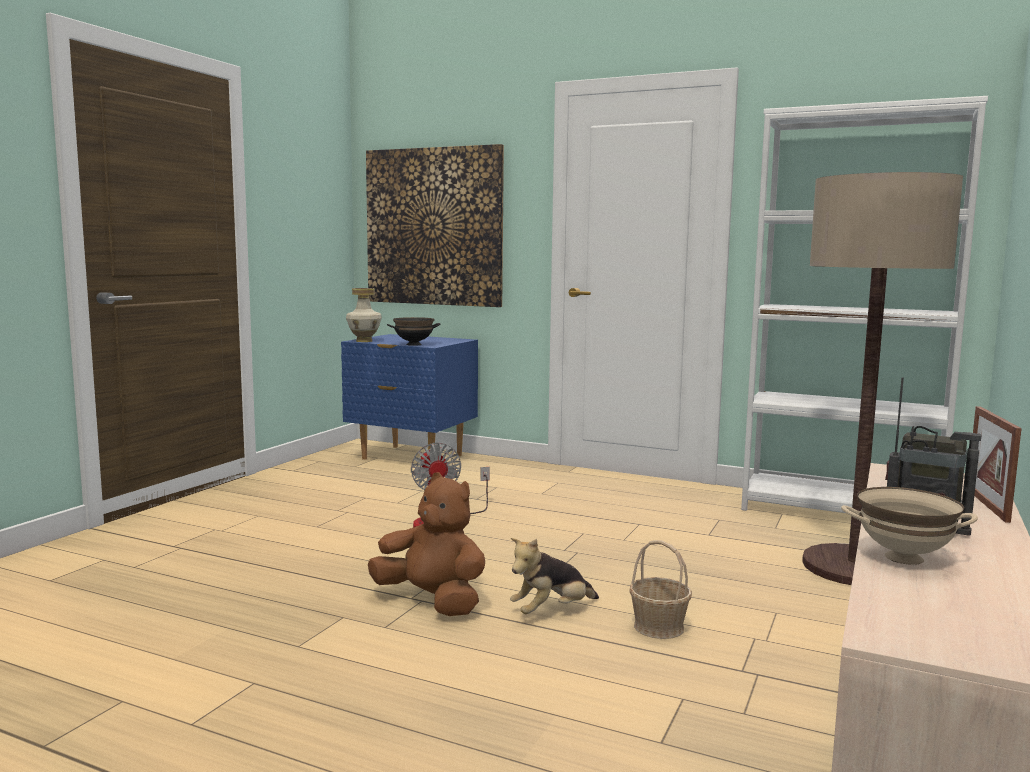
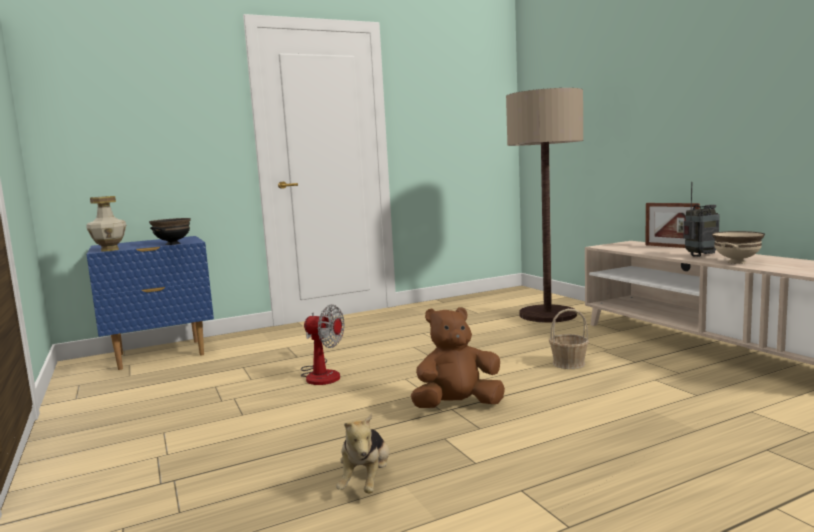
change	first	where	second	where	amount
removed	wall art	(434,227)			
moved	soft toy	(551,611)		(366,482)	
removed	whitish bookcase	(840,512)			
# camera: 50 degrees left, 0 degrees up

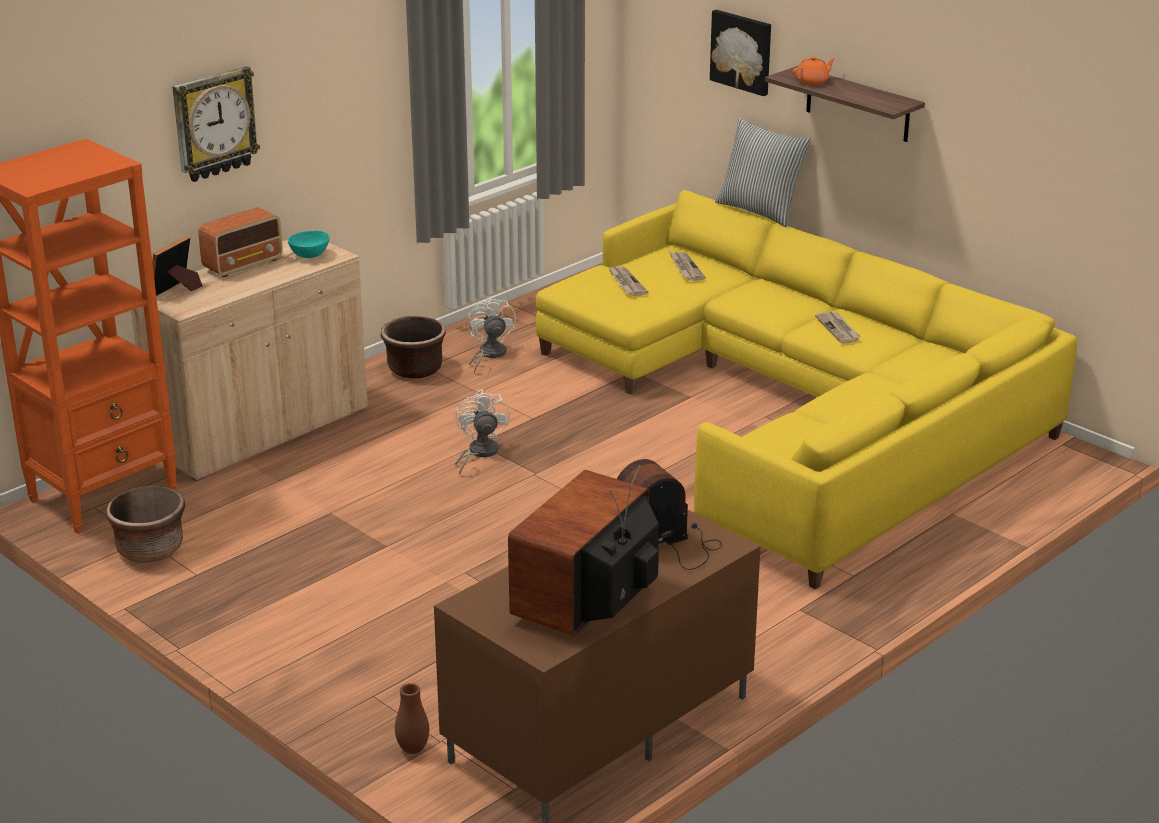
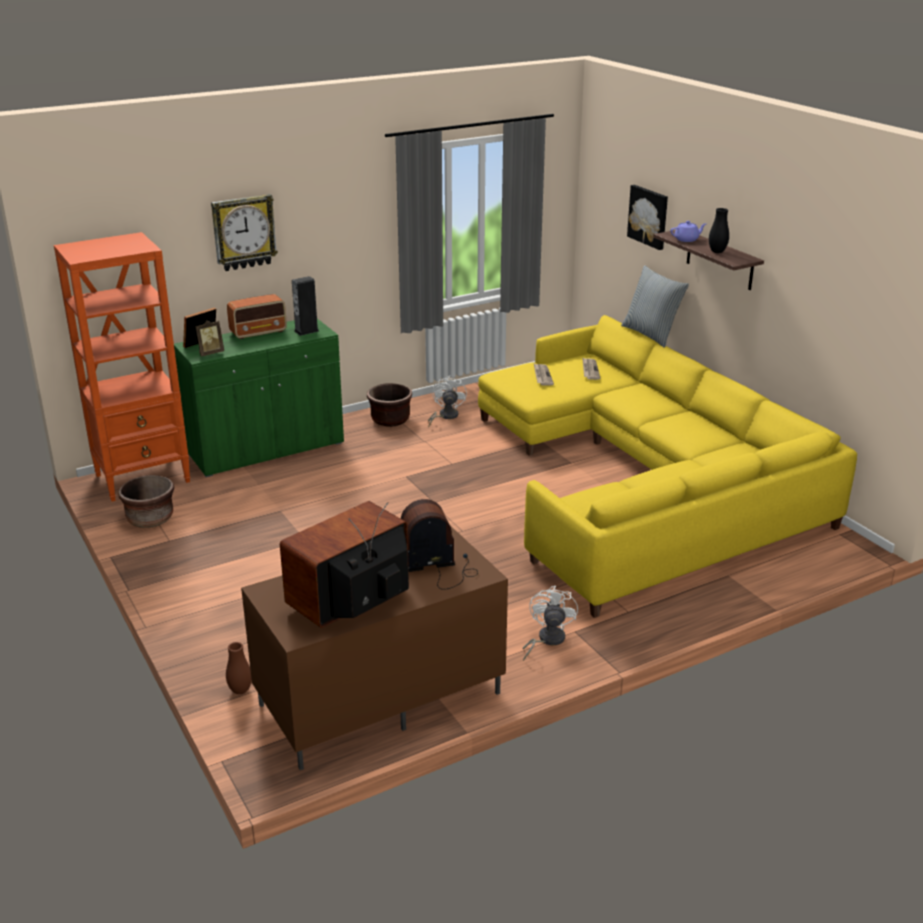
change	first	where	second	where	amount
recoloured	beige storage cabinet	(261,431)	green-coloured storage cabinet	(266,449)	
replaced	blue-green serving bowl	(310,255)	audio speaker	(306,331)	
moved	whitish fan	(479,453)		(546,640)	
recoloured	orange pot for tea	(813,81)	purple-coloured pot for tea	(687,239)	
removed	newspaper	(838,329)			
added			photo frame	(210,353)	
added			blackish vase	(717,252)	
# camera: 15 degrees right, 0 degrees up

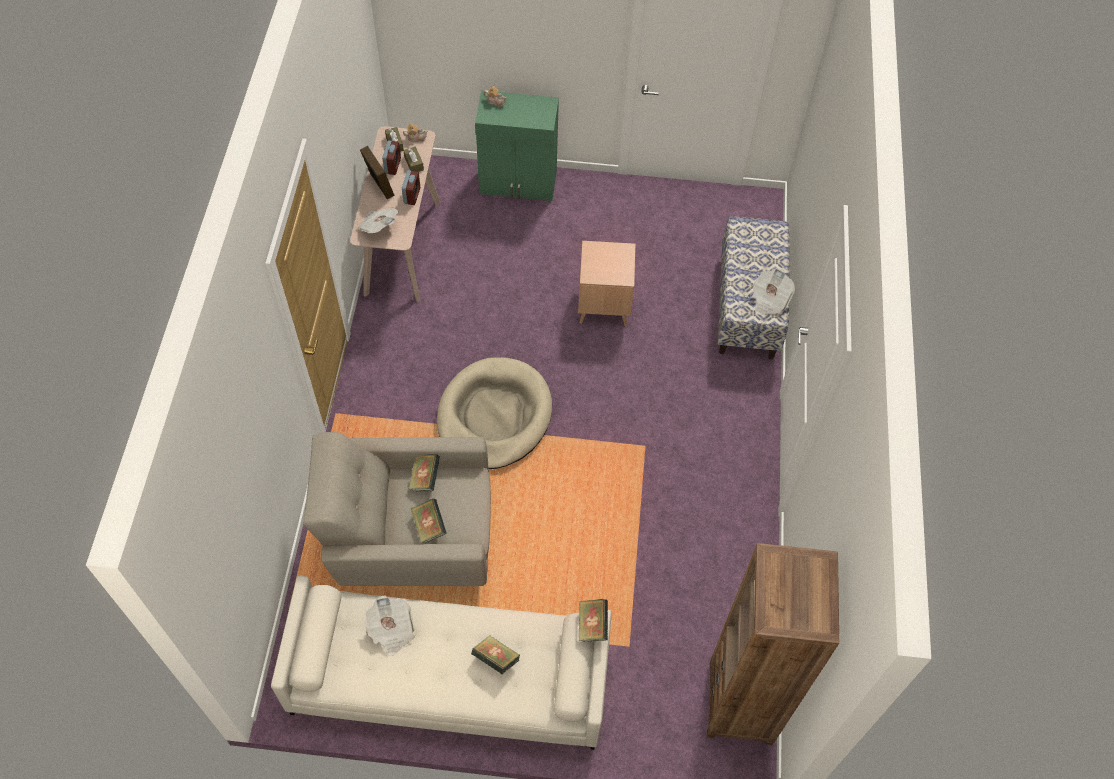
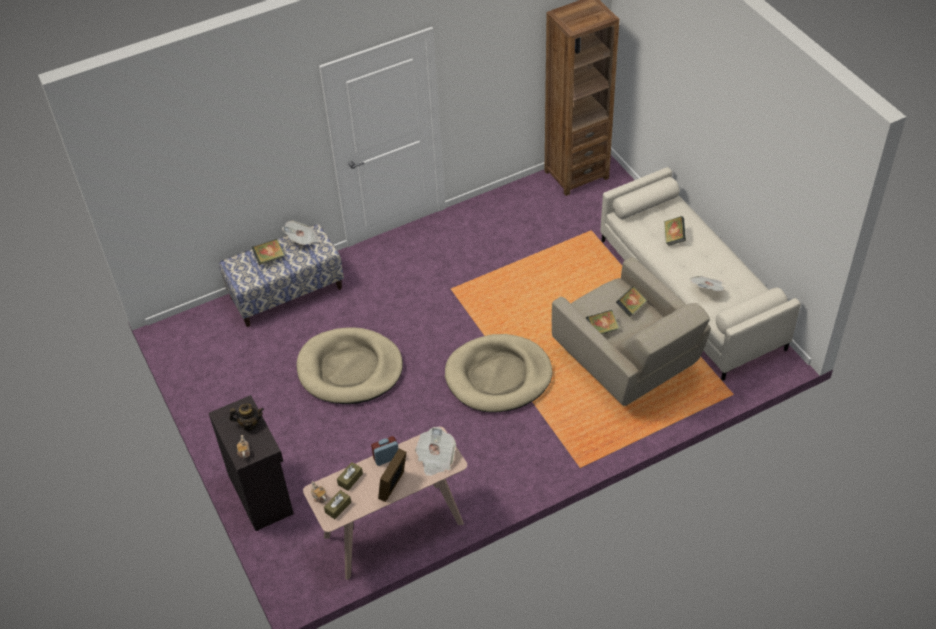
change	first	where	second	where	amount
removed	bedside clock	(392,166)			
recoloured	green-coloured storage cabinet	(518,183)	blackish storage cabinet	(261,493)	
replaced	brown-coloured side table	(604,306)	beige pet bed	(350,369)	
moved	volume	(592,625)		(269,258)	
added			pot for tea	(249,424)	
# camera: 120 degrees left, 10 degrees down

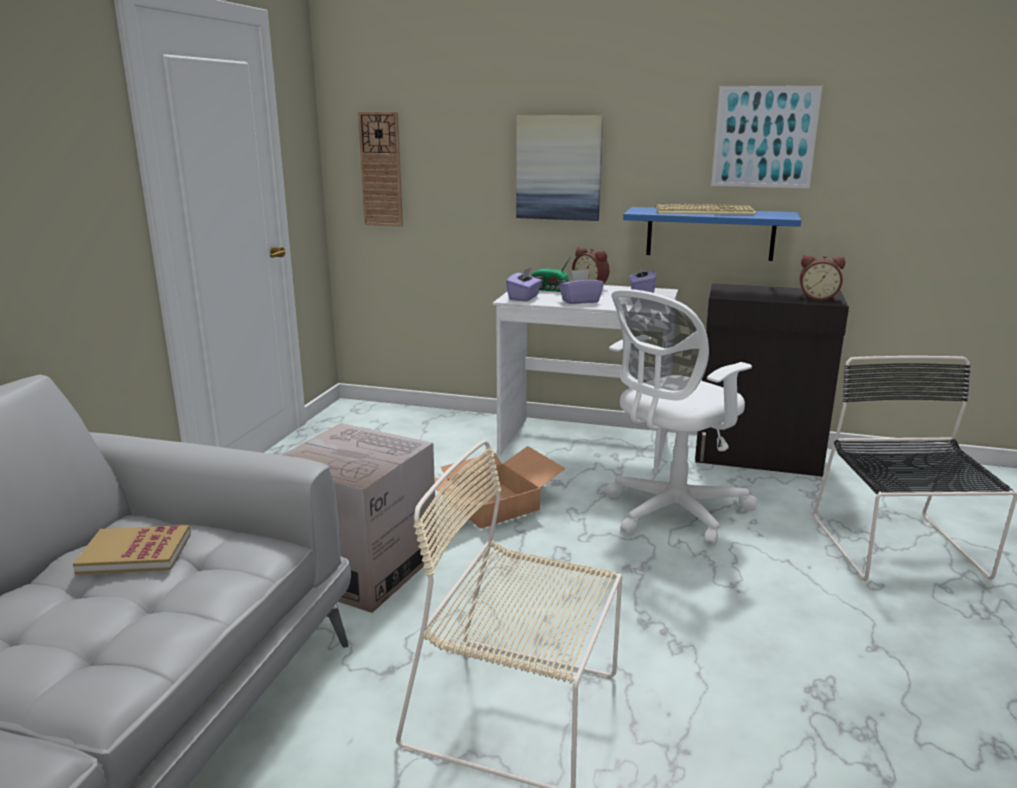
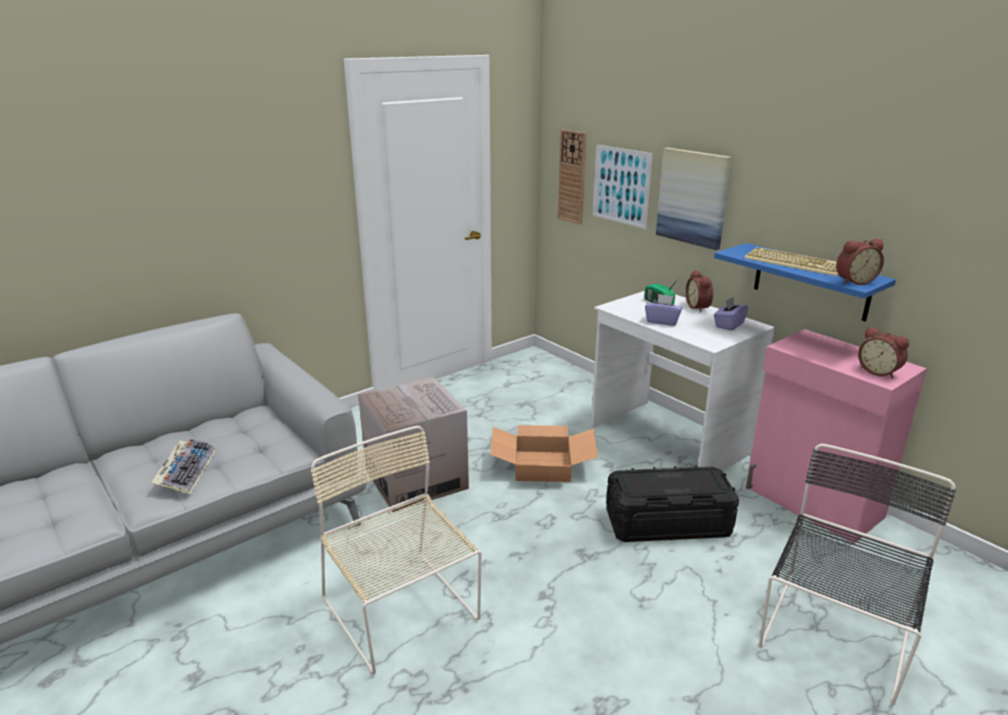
change	first	where	second	where	amount
removed	volume	(135,553)			
removed	purple-coloured box of tissues	(524,298)			
replaced	whitish desk chair	(671,513)	blackish storage container	(667,523)	
recoloured	blackish storage cabinet	(758,457)	pink-coloured storage cabinet	(812,503)	
moved	wall art	(764,137)		(621,186)	
added			PC keyboard	(186,471)	
added			bedside clock	(853,281)	
# camera: 35 degrees right, 5 degrees up

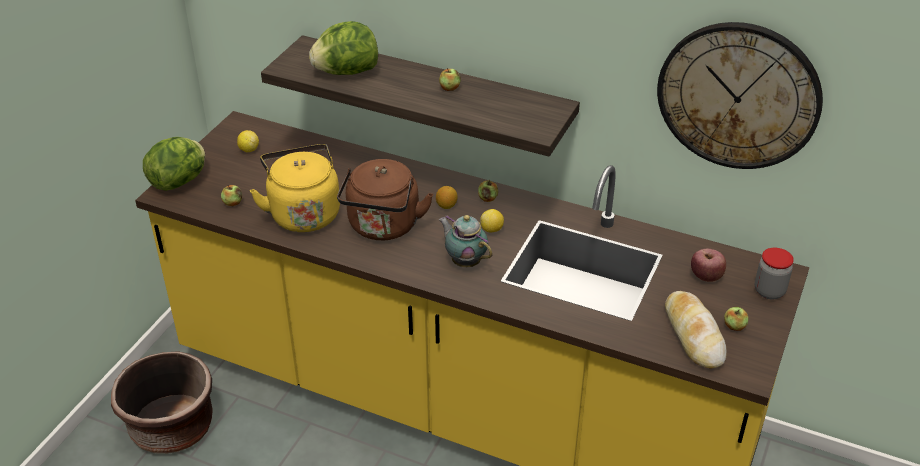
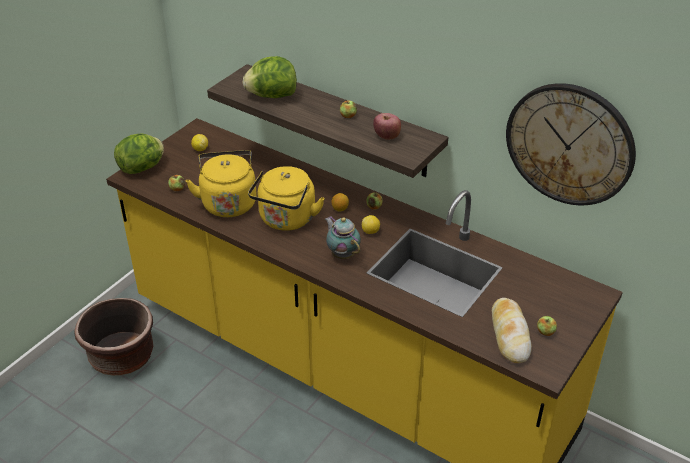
change	first	where	second	where	amount
recoloured	brown-coloured kettle	(383,227)	yellow-coloured kettle	(286,220)	
moved	apple fruit	(706,277)		(387,136)	
removed	jar	(769,291)			
# camera: 10 degrees right, 0 degrees up

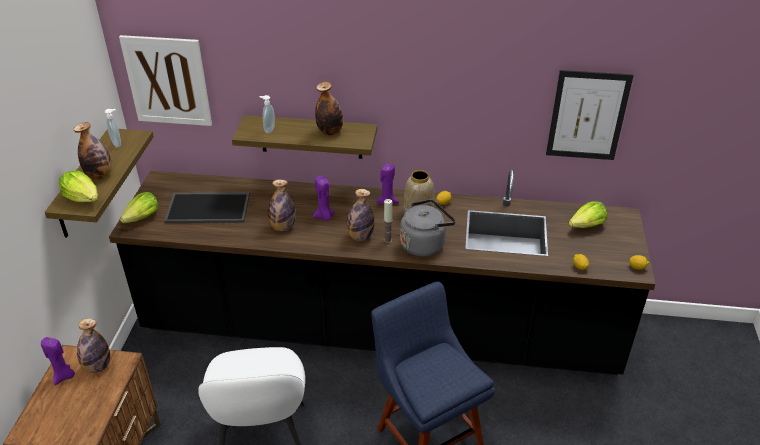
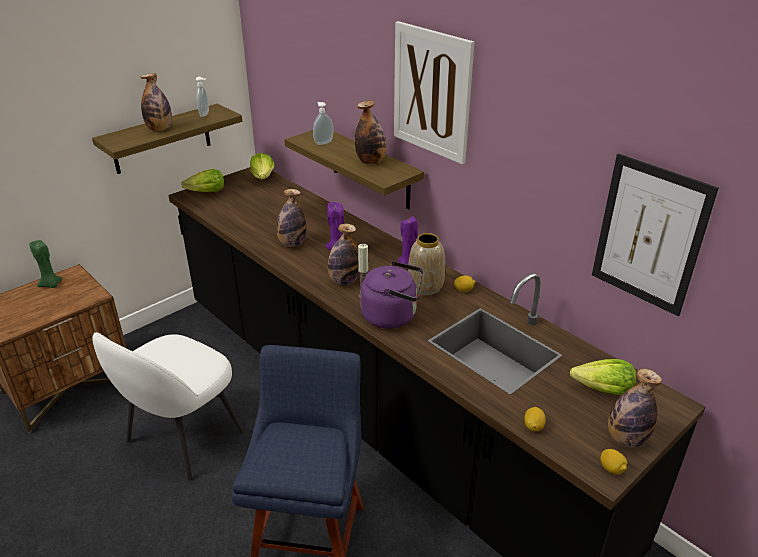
change	first	where	second	where	amount
recoloured	purple-coloured wax candle	(64,376)	green-coloured wax candle	(51,285)	
moved	lettuce	(83,198)		(263,177)	
moved	drink bottle	(97,366)		(625,439)	
moved	wall art	(167,81)		(432,92)	
removed	serving tray	(209,207)			
recoloured	greyish kettle	(424,244)	purple-coloured kettle	(392,316)	
# camera: 40 degrees right, 5 degrees down

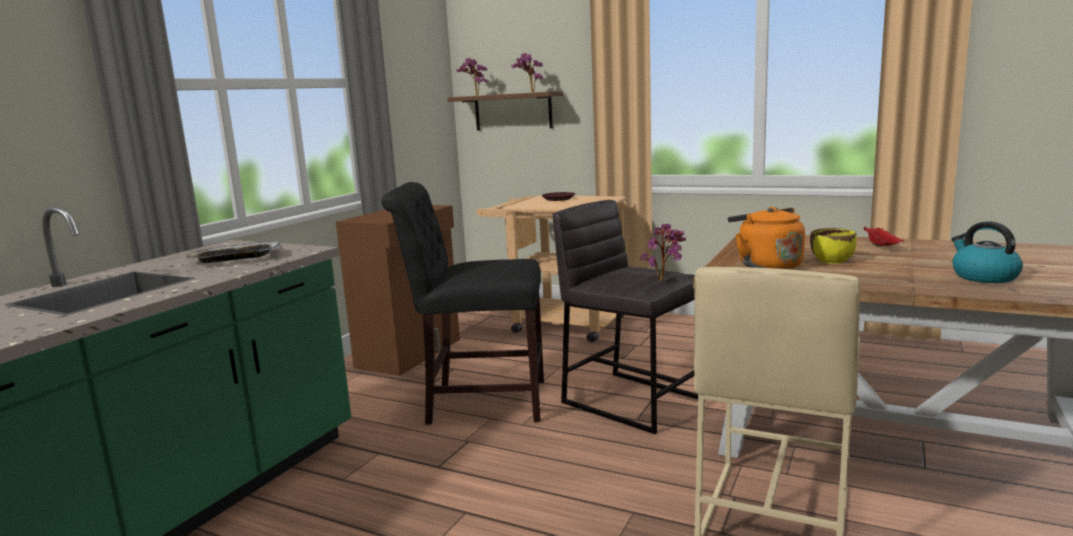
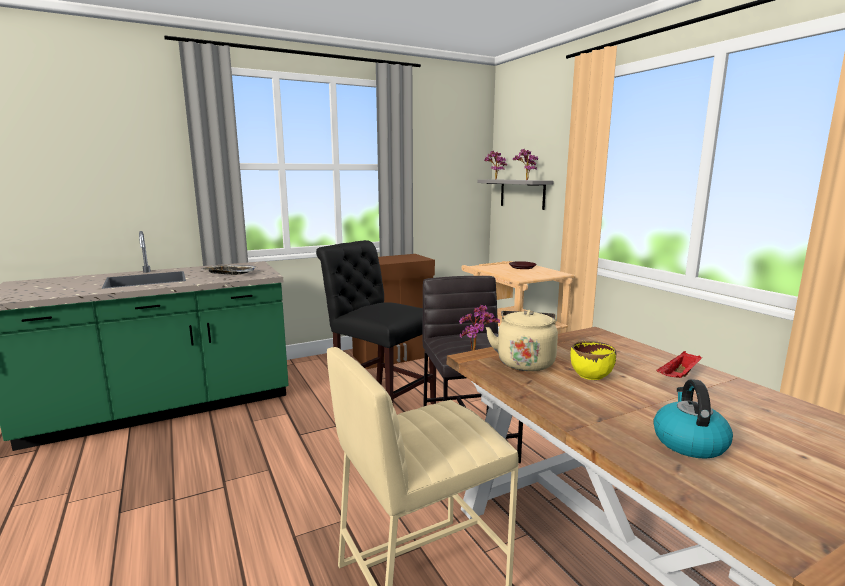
change	first	where	second	where	amount
recoloured	brown-coloured bracket shelf	(513,111)	greyish bracket shelf	(522,193)	
recoloured	orange kettle	(766,265)	beige kettle	(525,362)	
# camera: 35 degrees right, 0 degrees up

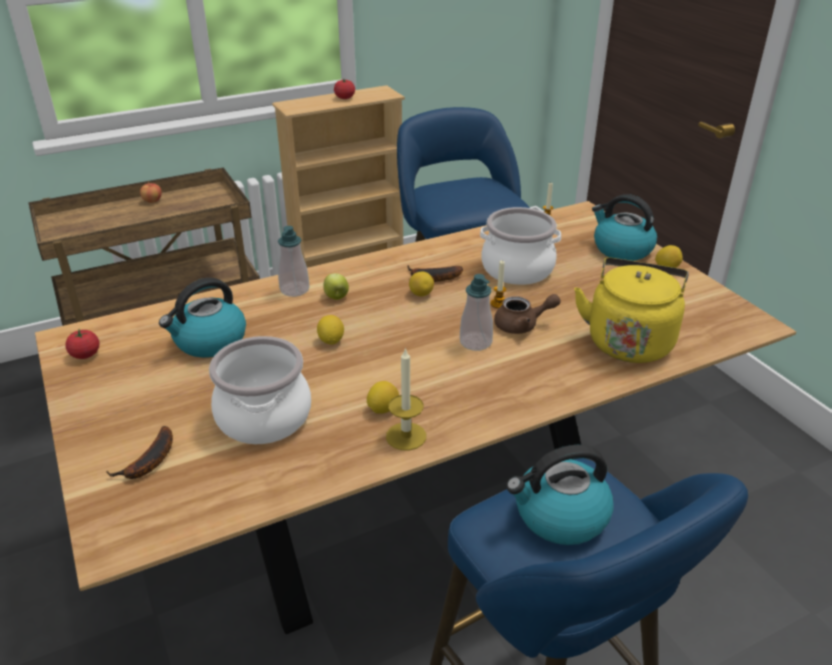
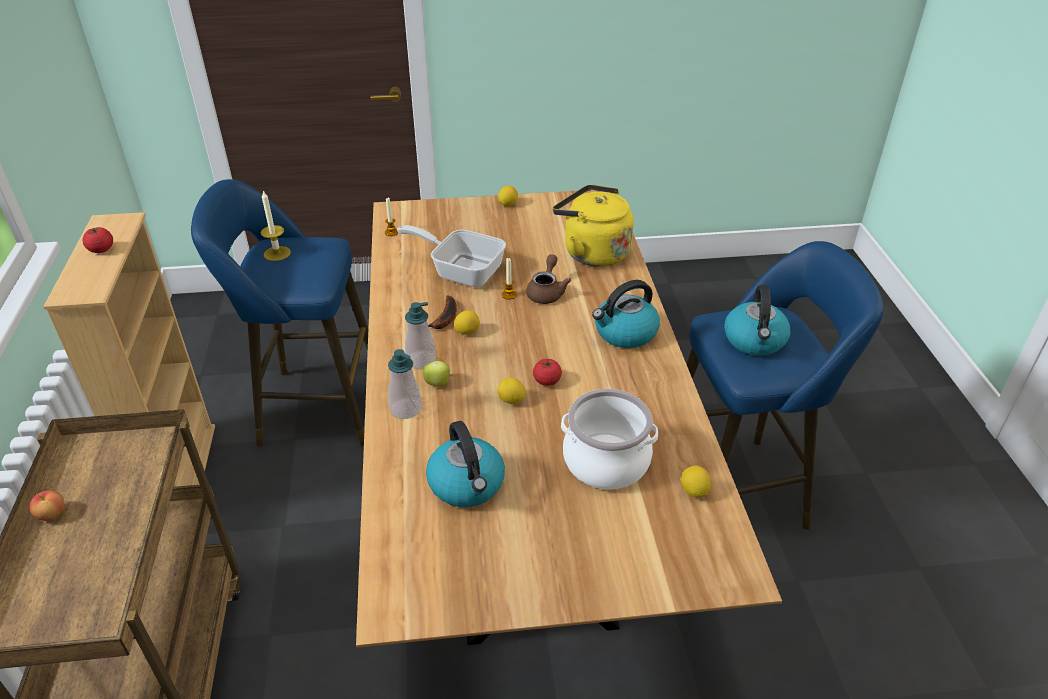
change	first	where	second	where	amount
moved	fresh tomato	(85,354)		(547,381)	
removed	whole banana	(149,462)			
moved	citrus fruit	(383,409)		(694,491)	
moved	wax candle	(406,436)		(277,253)	
moved	soap dispenser	(475,342)		(421,360)	
replaced	stockpot	(517,269)	skillet	(461,270)	
moved	kettle	(621,249)		(625,333)	
# camera: 70 degrees left, 5 degrees up

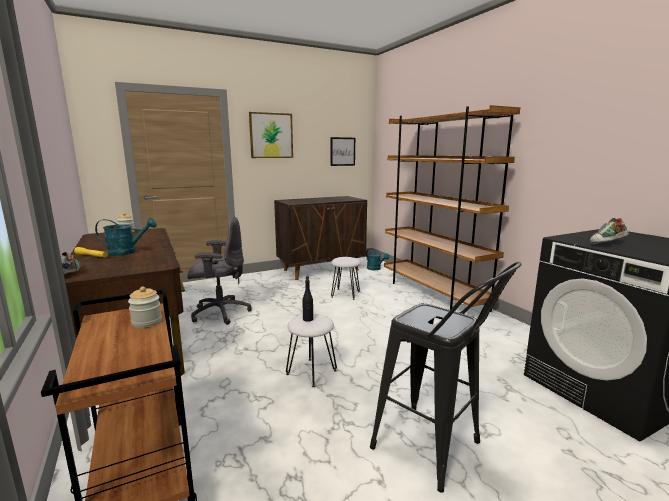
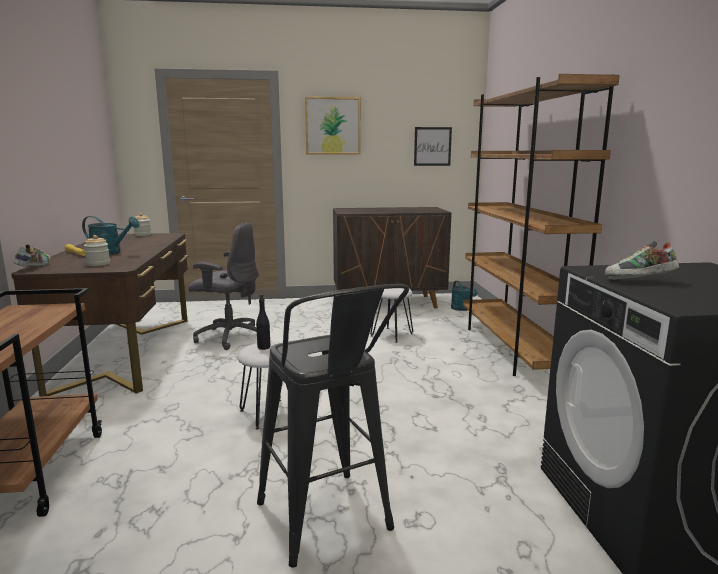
change	first	where	second	where	amount
moved	jar	(147,322)		(98,264)	
# camera: 20 degrees right, 0 degrees up

